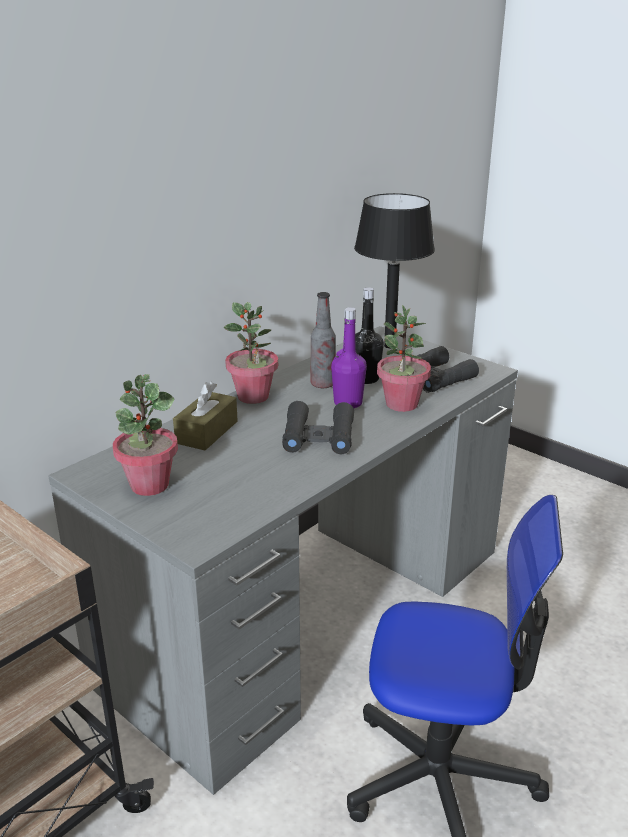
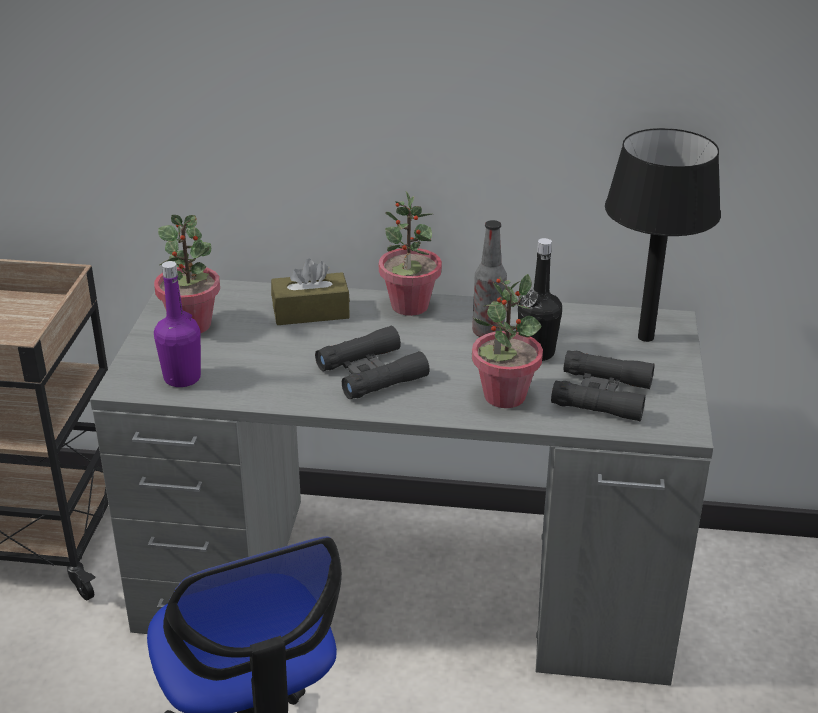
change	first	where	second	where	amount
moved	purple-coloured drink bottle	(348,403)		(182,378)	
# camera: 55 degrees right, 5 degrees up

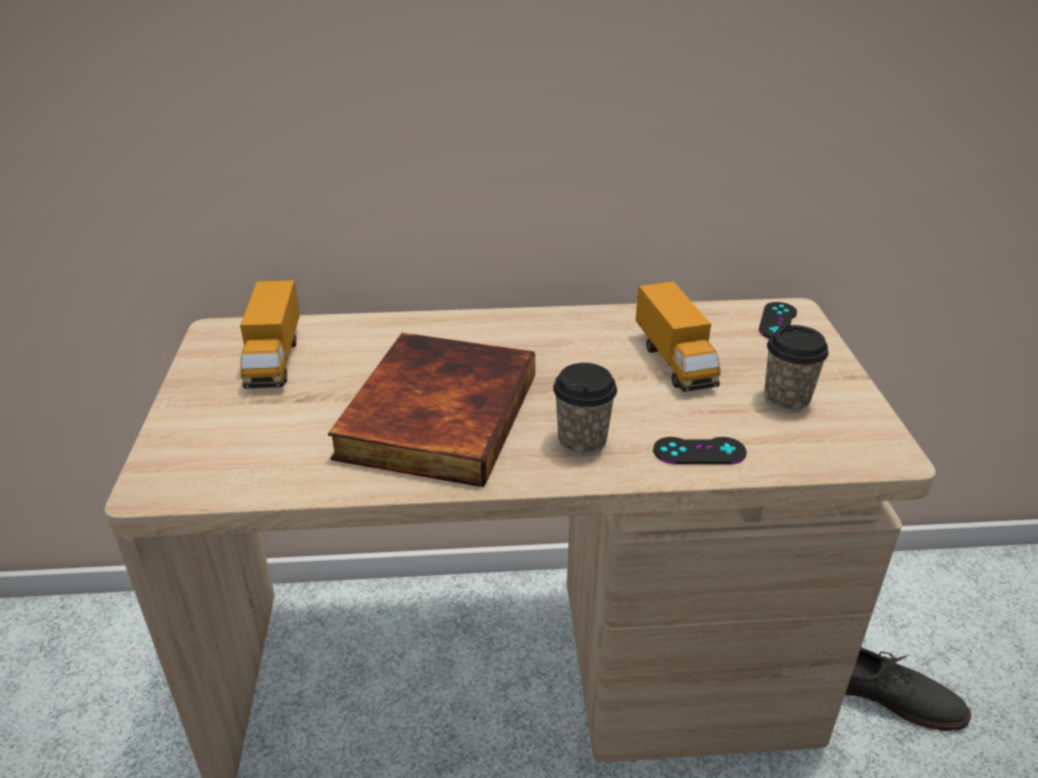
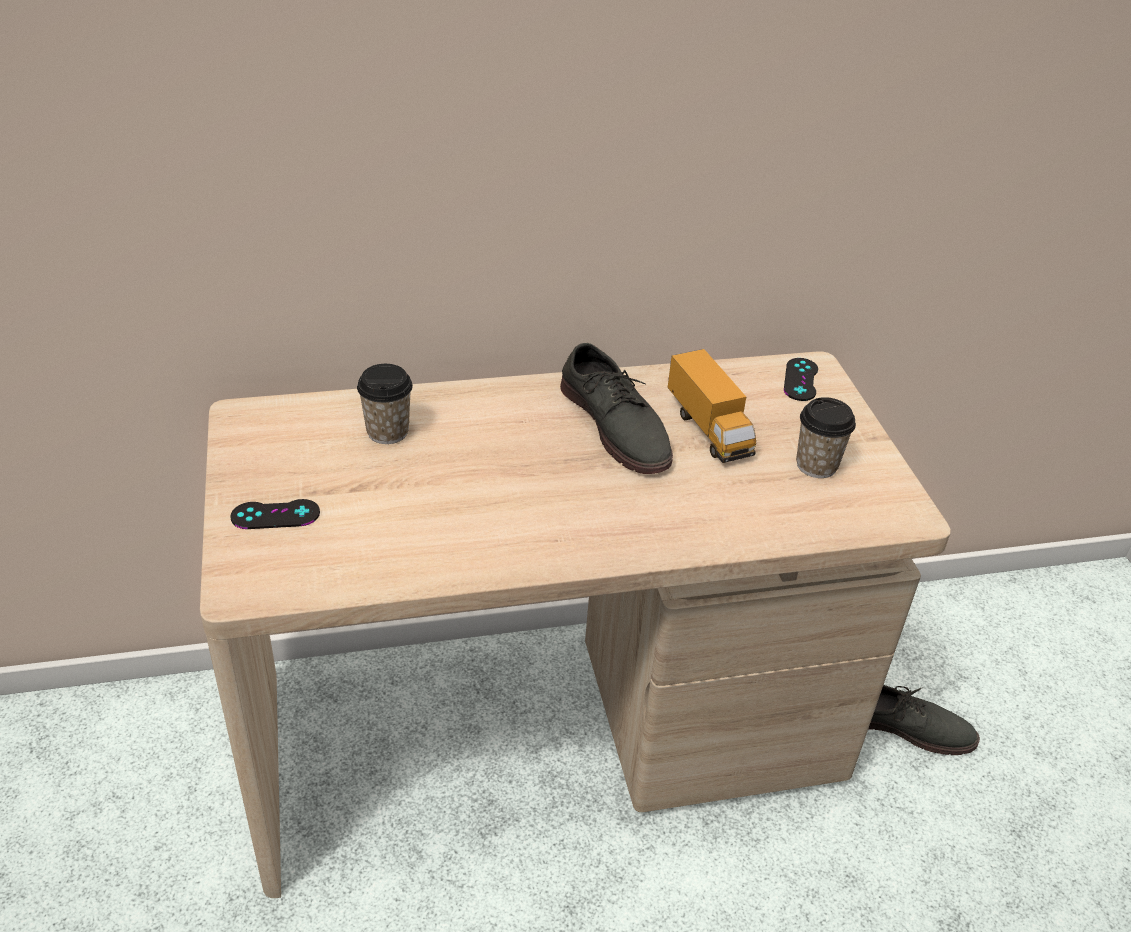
change	first	where	second	where	amount
removed	model truck	(274,359)			
removed	volume	(435,413)			
moved	drinking cup	(582,441)		(387,432)	
moved	blackish game controller	(699,451)		(275,515)	
added			greyish item of footwear	(616,425)	
# camera: 10 degrees left, 5 degrees up

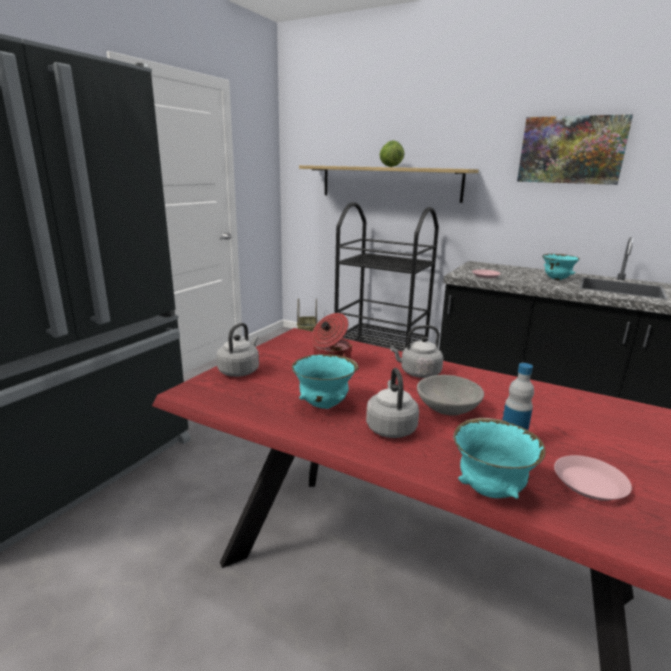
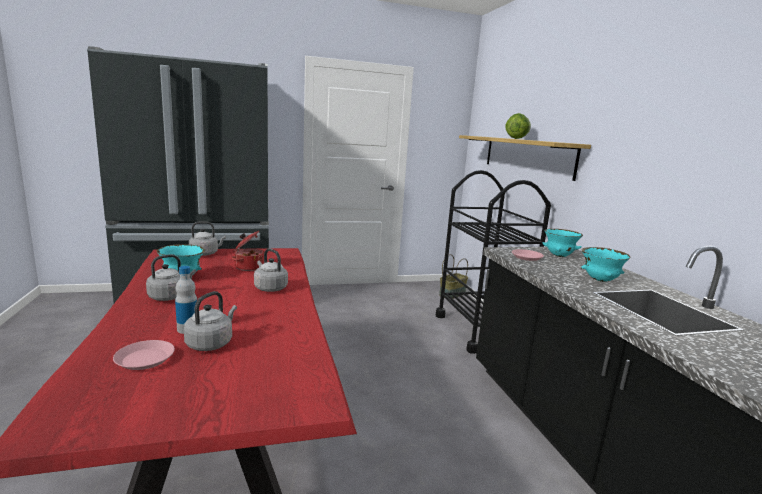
change	first	where	second	where	amount
removed	greyish serving bowl	(448,409)			
moved	blue-green serving bowl	(490,490)		(559,256)	
removed	wall art	(571,150)			
added			greyish kettle	(211,343)	
# camera: 45 degrees right, 5 degrees down

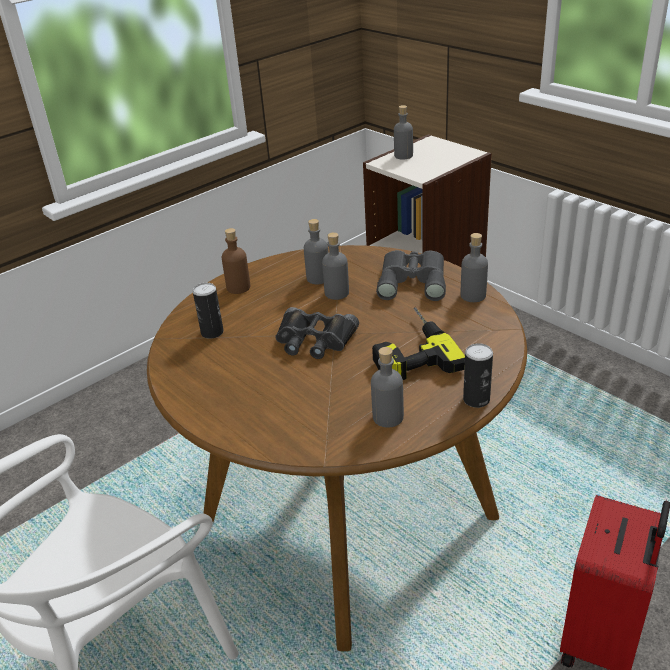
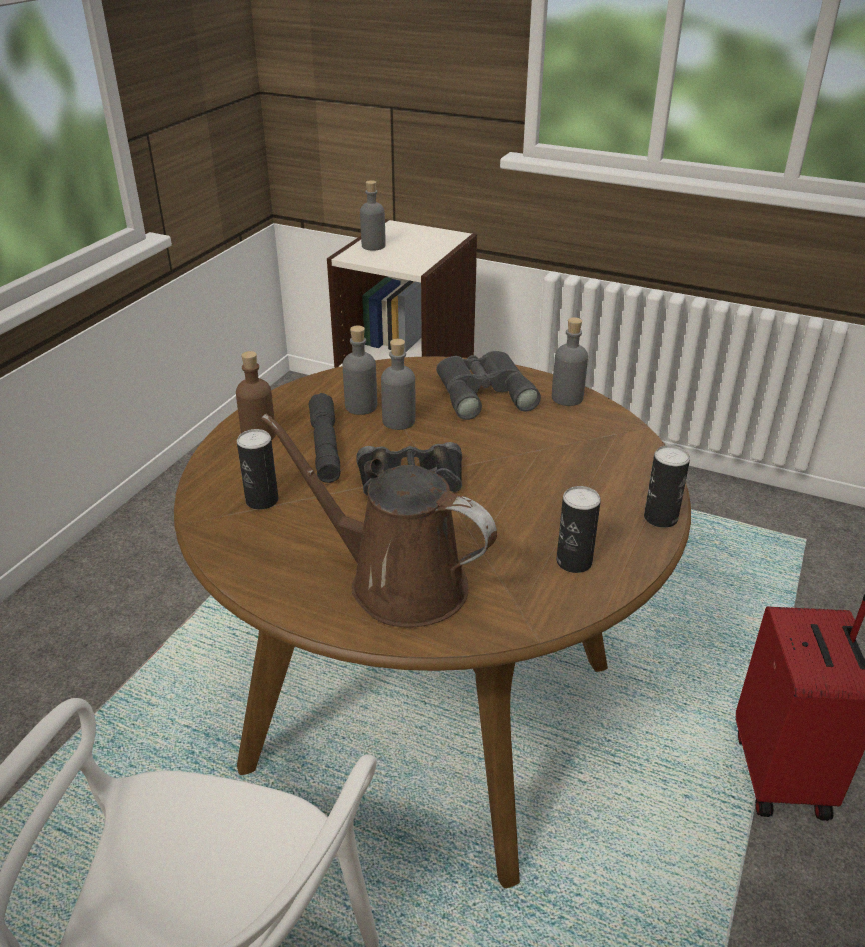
change	first	where	second	where	amount
replaced	greyish drink bottle	(388,417)	metal can	(574,562)	
removed	power drill	(409,350)			
added			brown-coloured sprinkling can	(397,582)	
added			greyish flashlight	(325,447)	
# camera: 25 degrees left, 0 degrees up

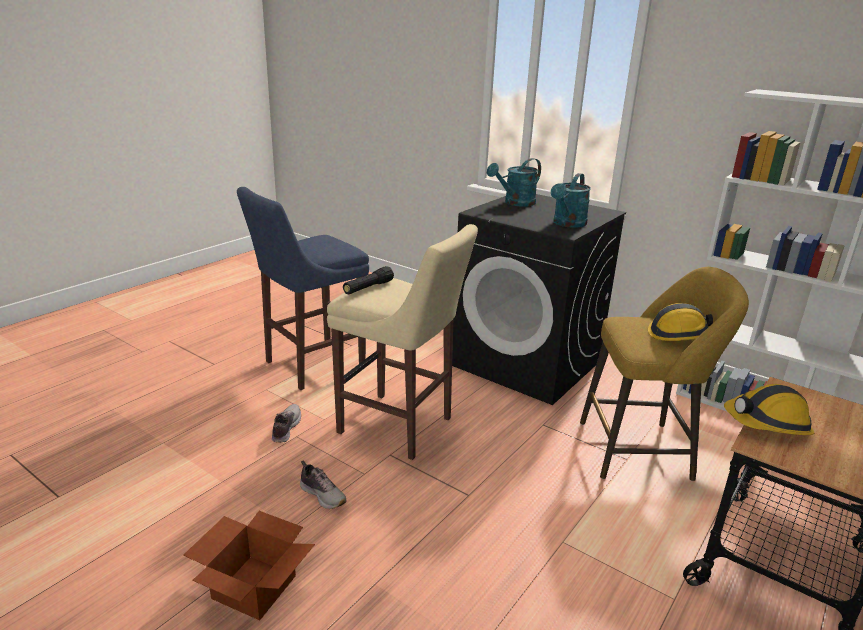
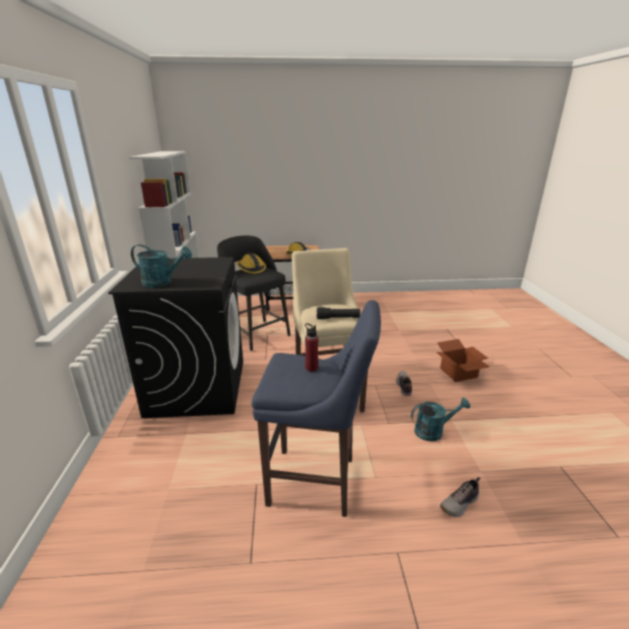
change	first	where	second	where	amount
moved	item of footwear	(285,428)		(460,504)	
moved	blue-green sprinkling can	(567,224)		(433,431)	
recoloured	yellow-coloured stool seat	(641,450)	blackish stool seat	(256,333)	
added			reddish drink bottle	(311,367)	
# camera: 130 degrees left, 0 degrees up

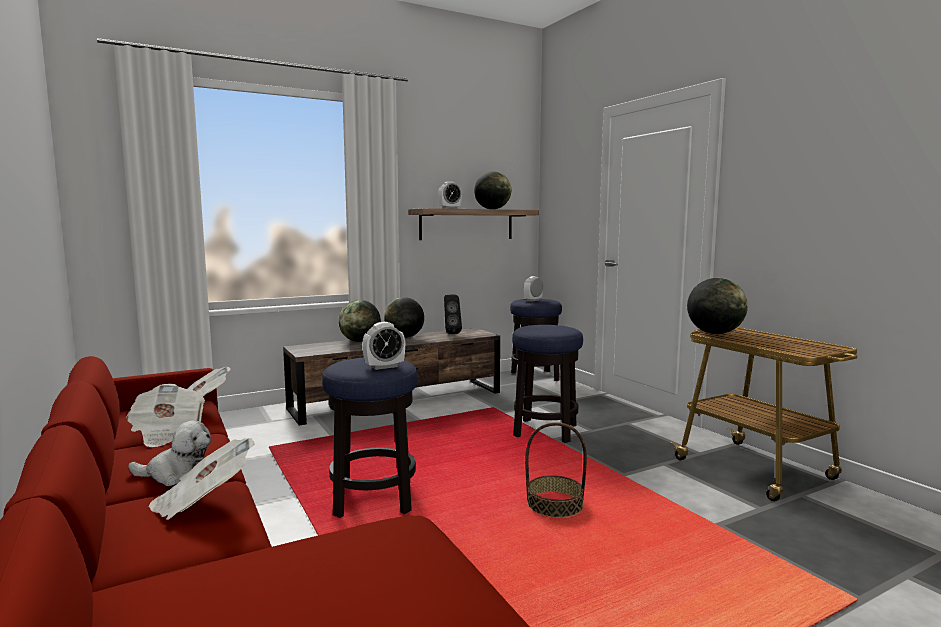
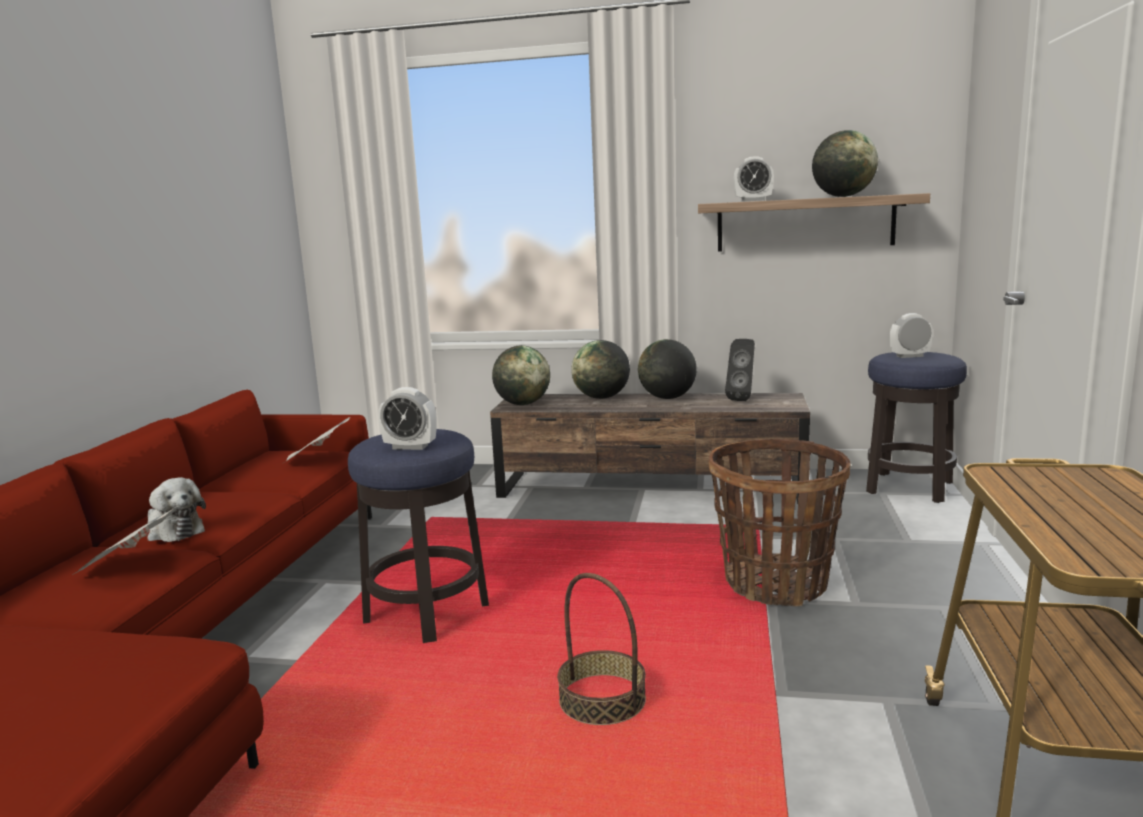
change	first	where	second	where	amount
removed	newspaper	(167,433)			
replaced	stool seat	(545,431)	household basket	(776,583)	
moved	globe	(714,333)		(522,404)	
# camera: 40 degrees right, 5 degrees up

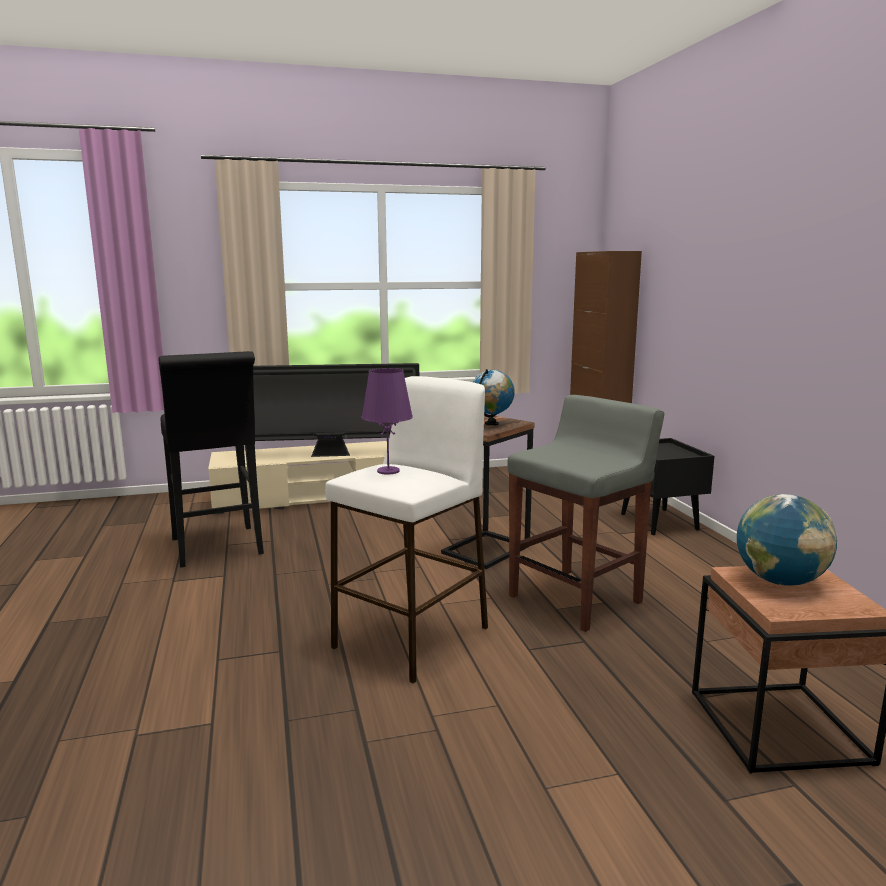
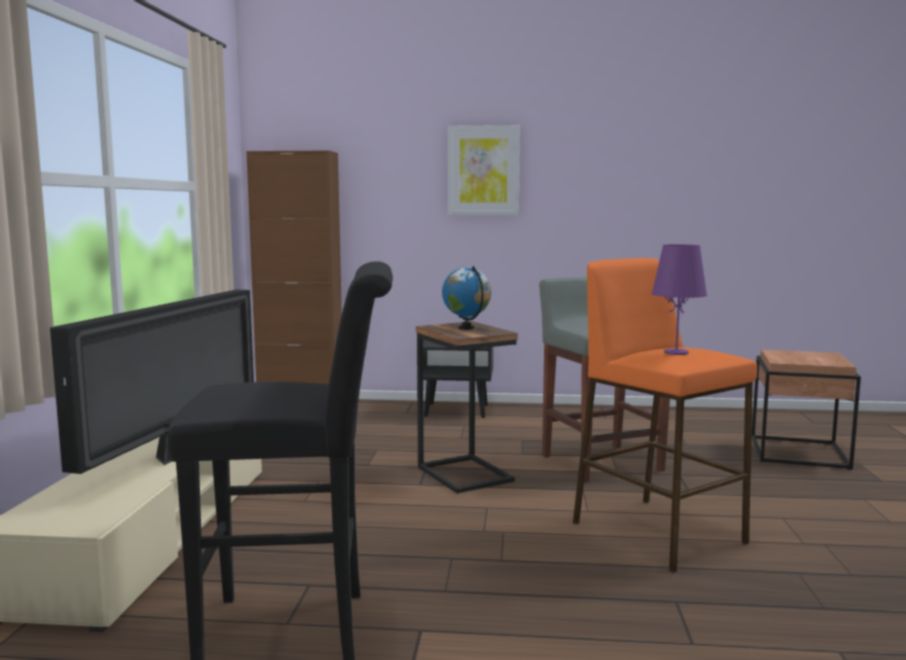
change	first	where	second	where	amount
recoloured	whitish stool seat	(412,637)	orange stool seat	(657,532)	
removed	globe	(780,581)			
added			wall art	(483,170)	
# camera: 70 degrees left, 5 degrees down

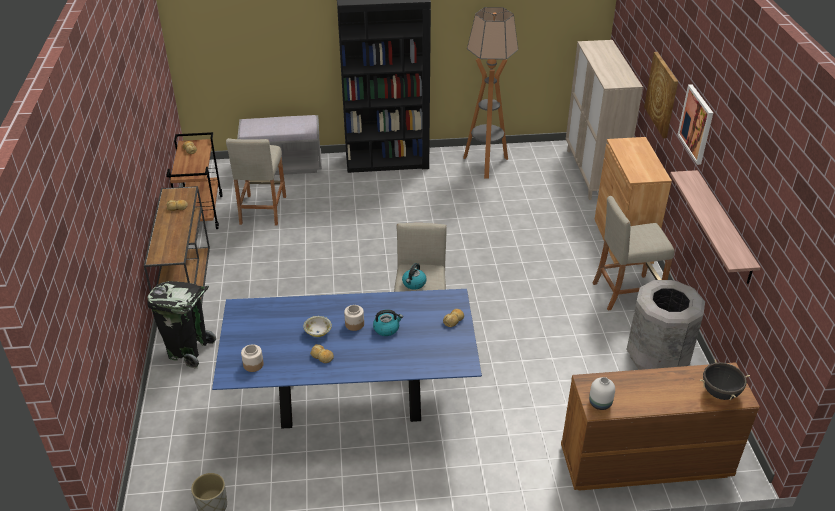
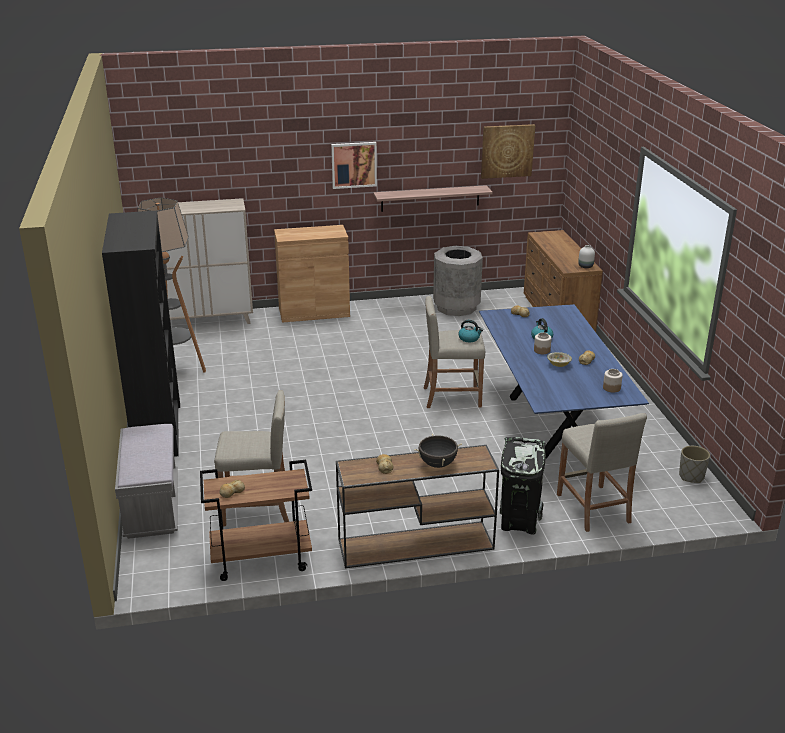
change	first	where	second	where	amount
moved	beige stool seat	(626,292)		(593,508)	
moved	wall art	(662,94)		(507,151)	
moved	blackish stockpot	(720,393)		(437,464)	
# camera: 95 degrees left, 10 degrees down

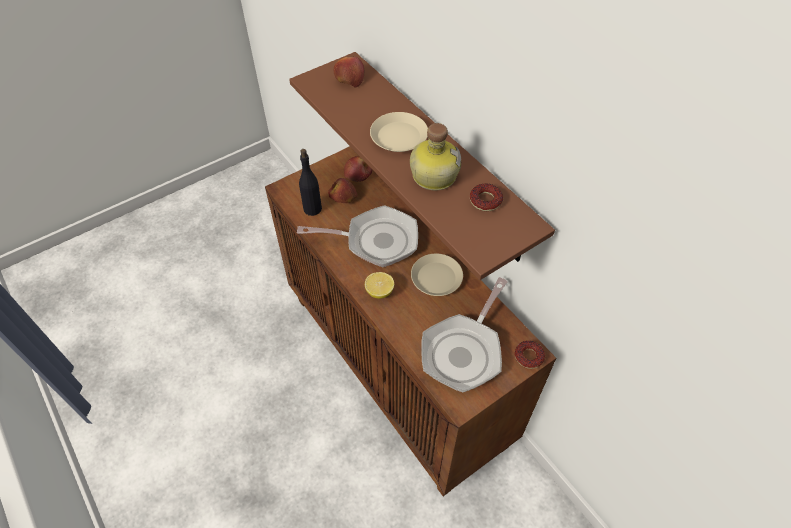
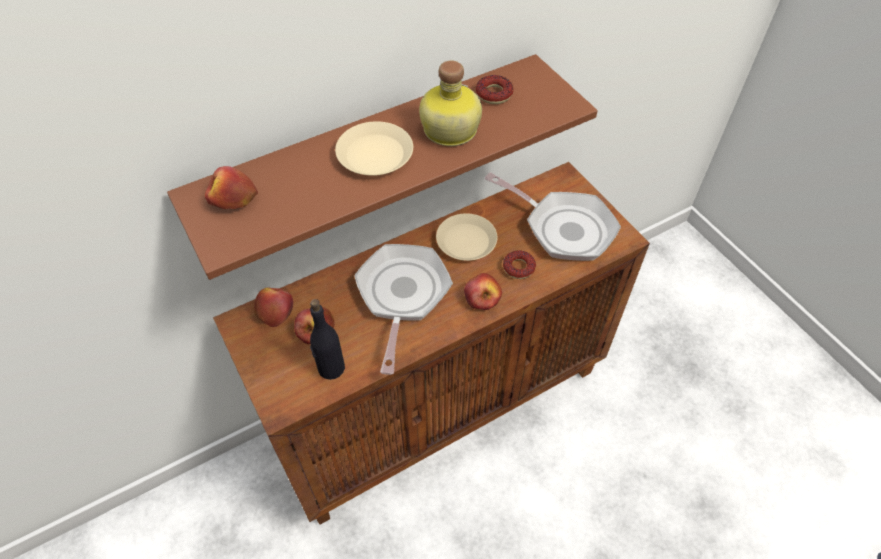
change	first	where	second	where	amount
replaced	citrus fruit	(379,291)	apple fruit	(482,297)	
moved	doughnut	(528,356)		(518,267)	
# camera: 85 degrees left, 0 degrees up

